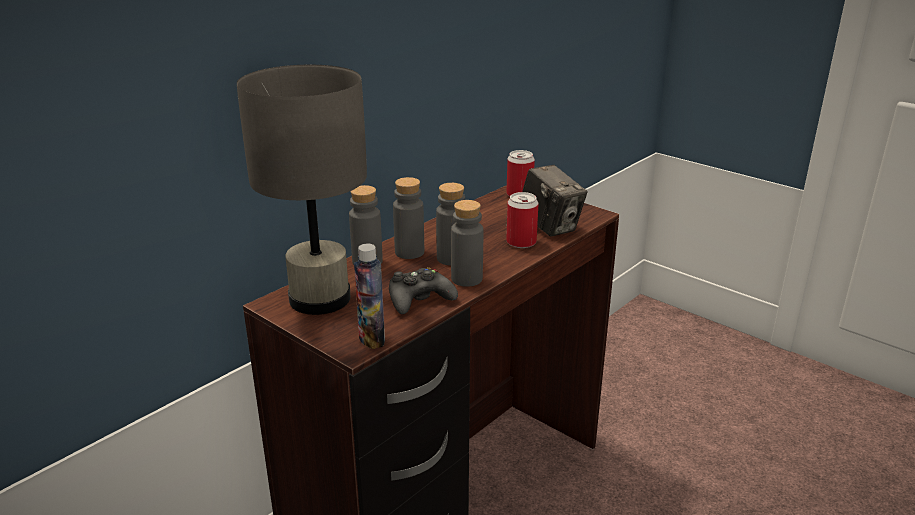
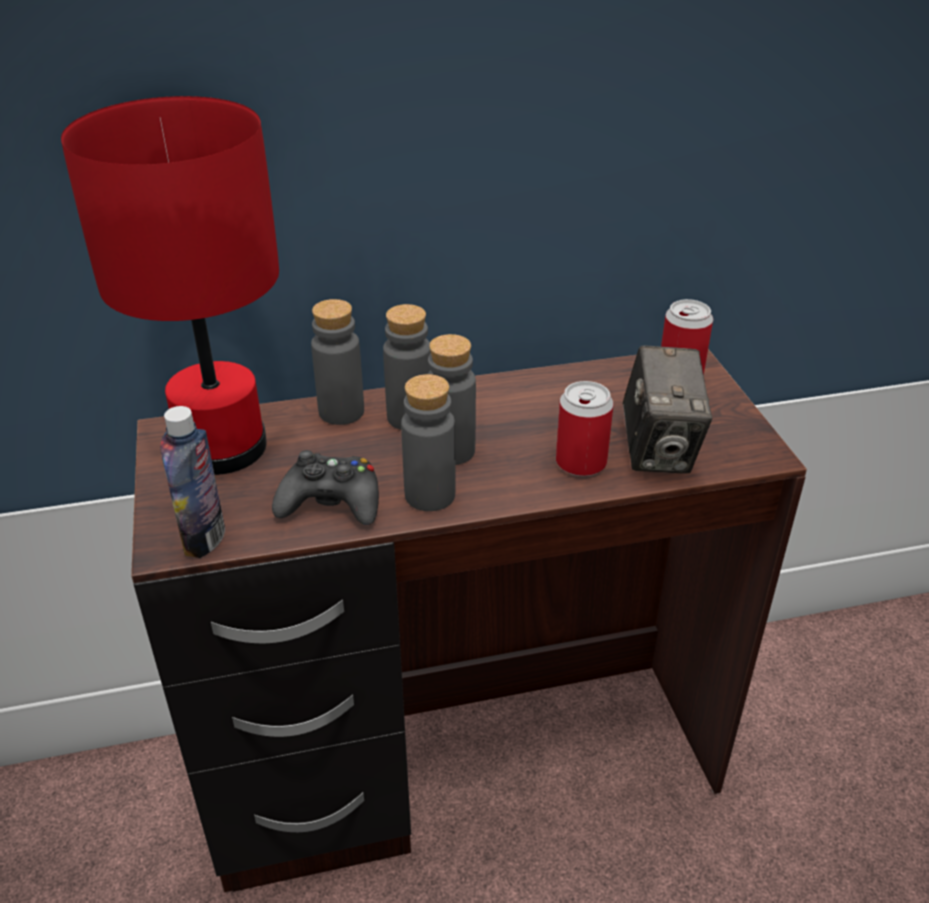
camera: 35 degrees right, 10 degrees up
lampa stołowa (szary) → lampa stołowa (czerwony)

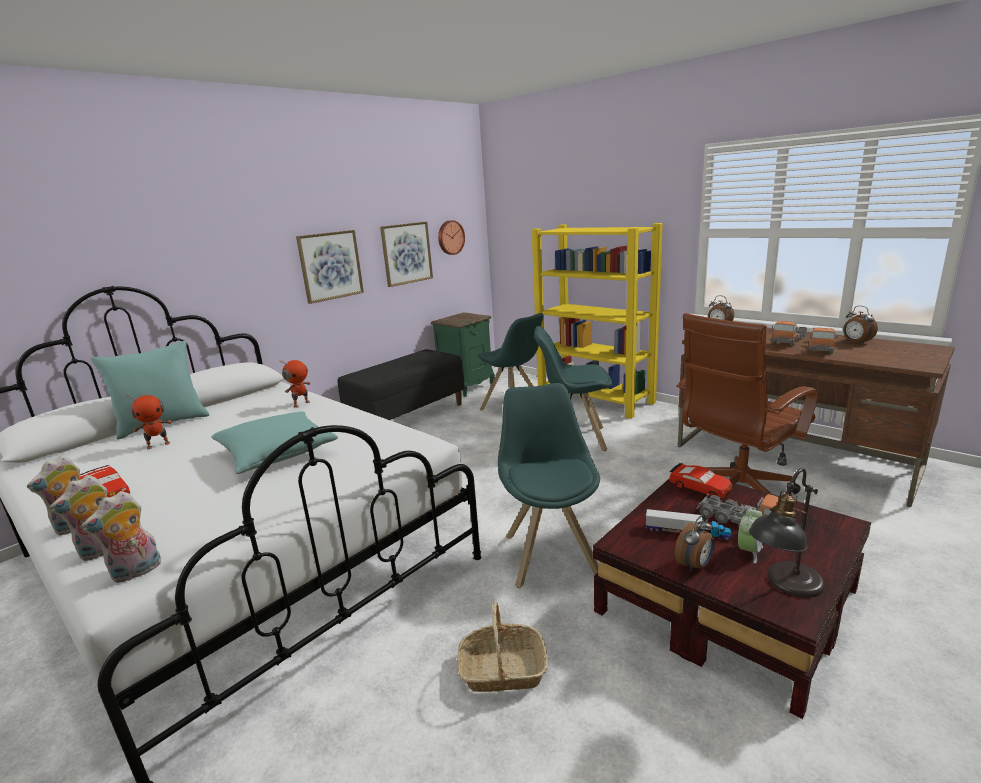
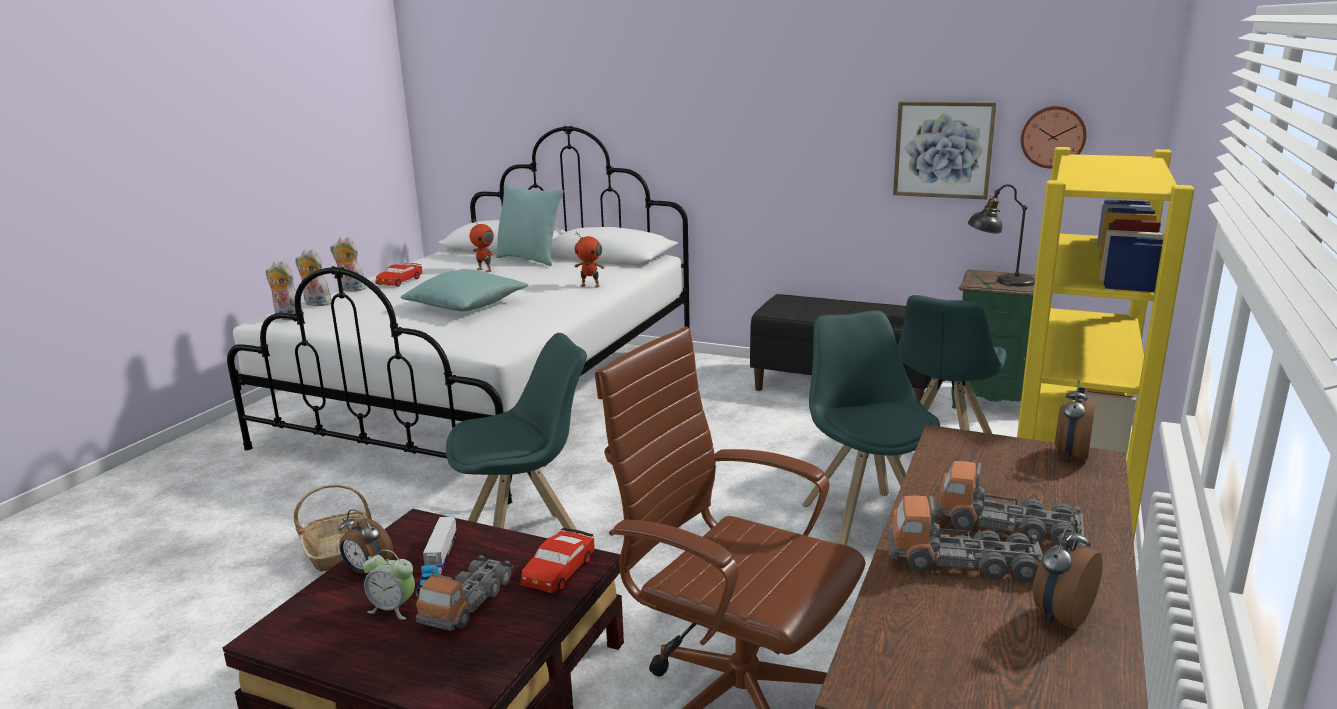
camera: 70 degrees right, 0 degrees up
obraz (1st from left) → -
lampa stołowa (szary), move

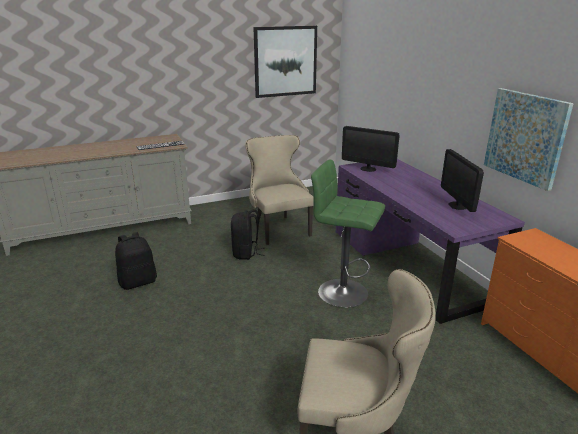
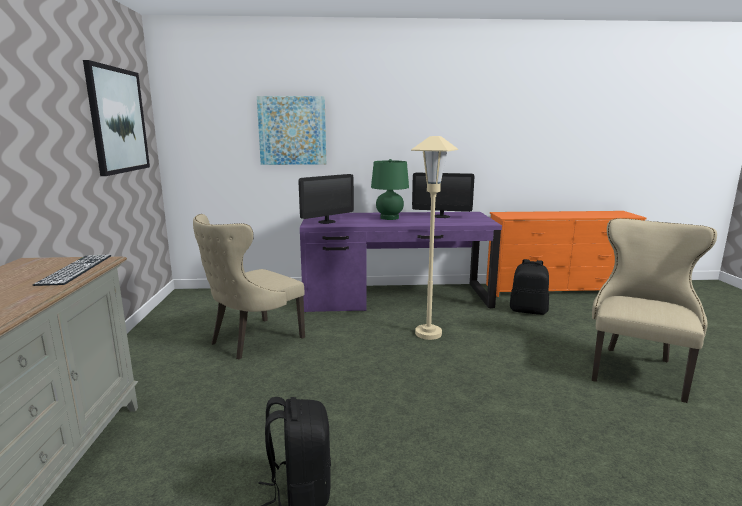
camera: 70 degrees left, 10 degrees down
obraz (2nd from left), move
krzesło (beżowy) (1st from left), 45 degrees counterclockwise
stołek (zielony) → lampa stojąca (beżowy)
plecak (czarny) (2nd from left), move
- → lampa stołowa (zielony)

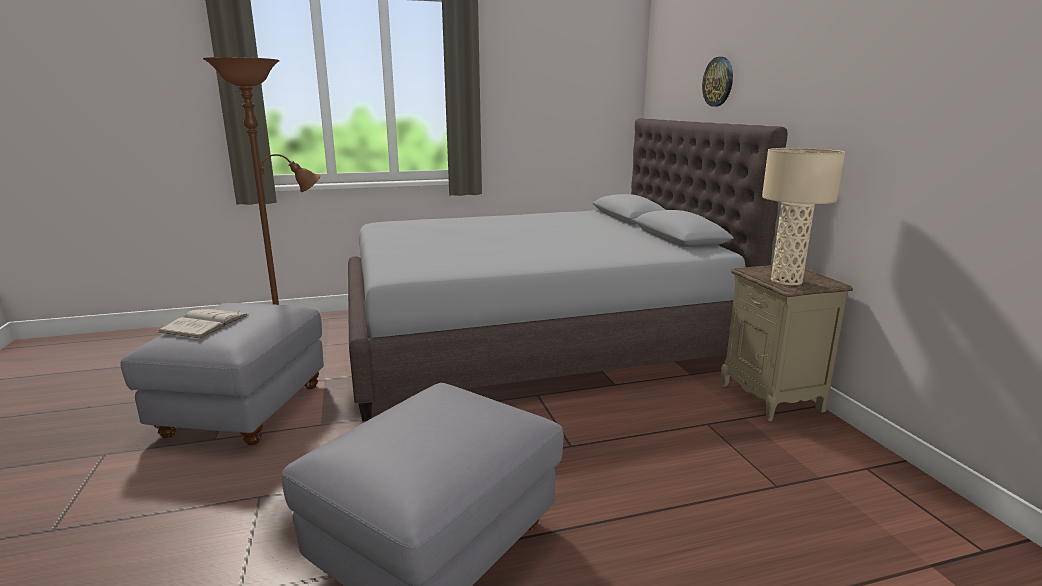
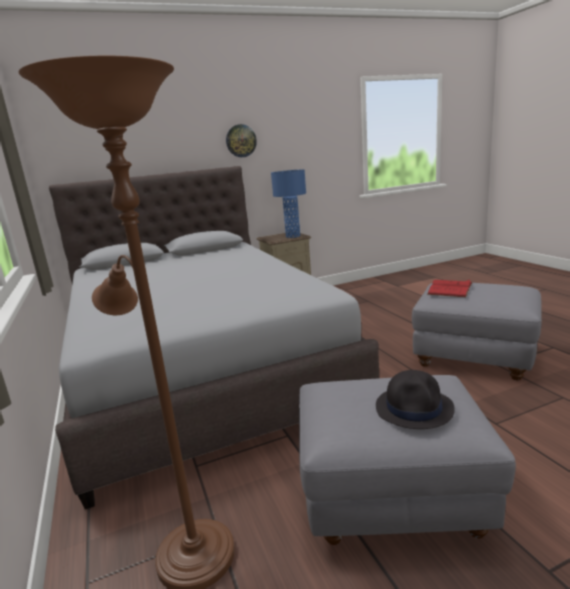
camera: 95 degrees left, 0 degrees up
zegar ścienny, move
lampa stołowa (beżowy) → lampa stołowa (niebieski)
książka (biały) → kapelusz (czarny)
- → książka (czerwony)

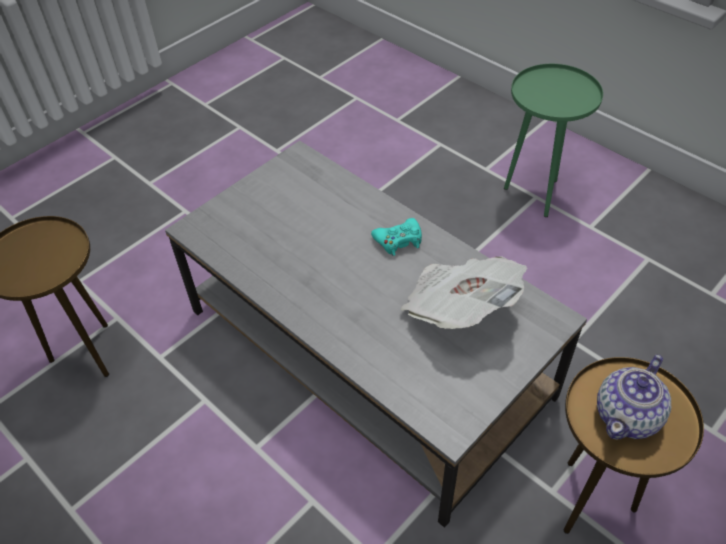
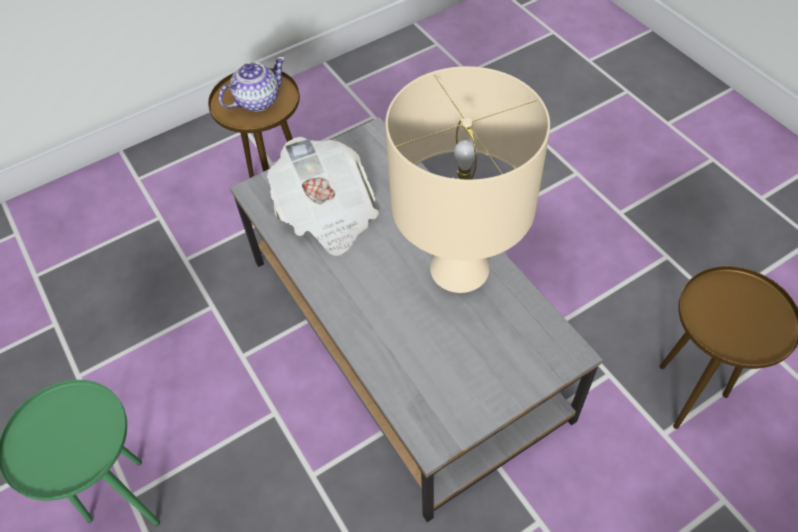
camera: 165 degrees left, 5 degrees up
pad do gier (turkusowy) → -
- → lampa stołowa (beżowy)

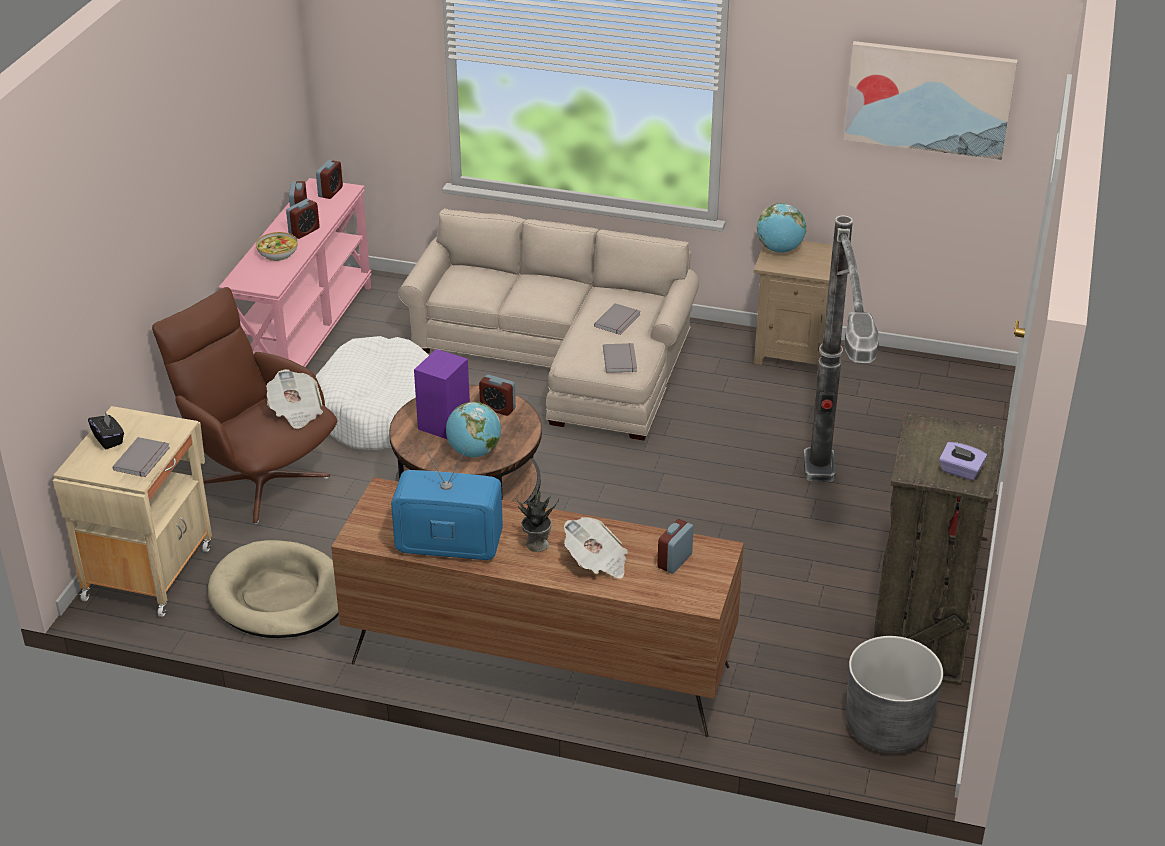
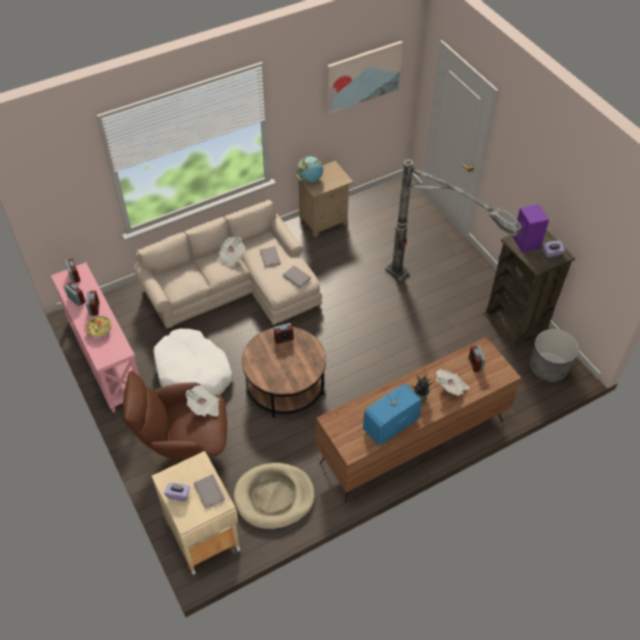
camera: 45 degrees left, 15 degrees up
głośnik (fioletowy), move
globus (1st from left) → -
pudełko chusteczek (czarny) → pudełko chusteczek (fioletowy) (1st from left)
- → gazeta (2nd from left)

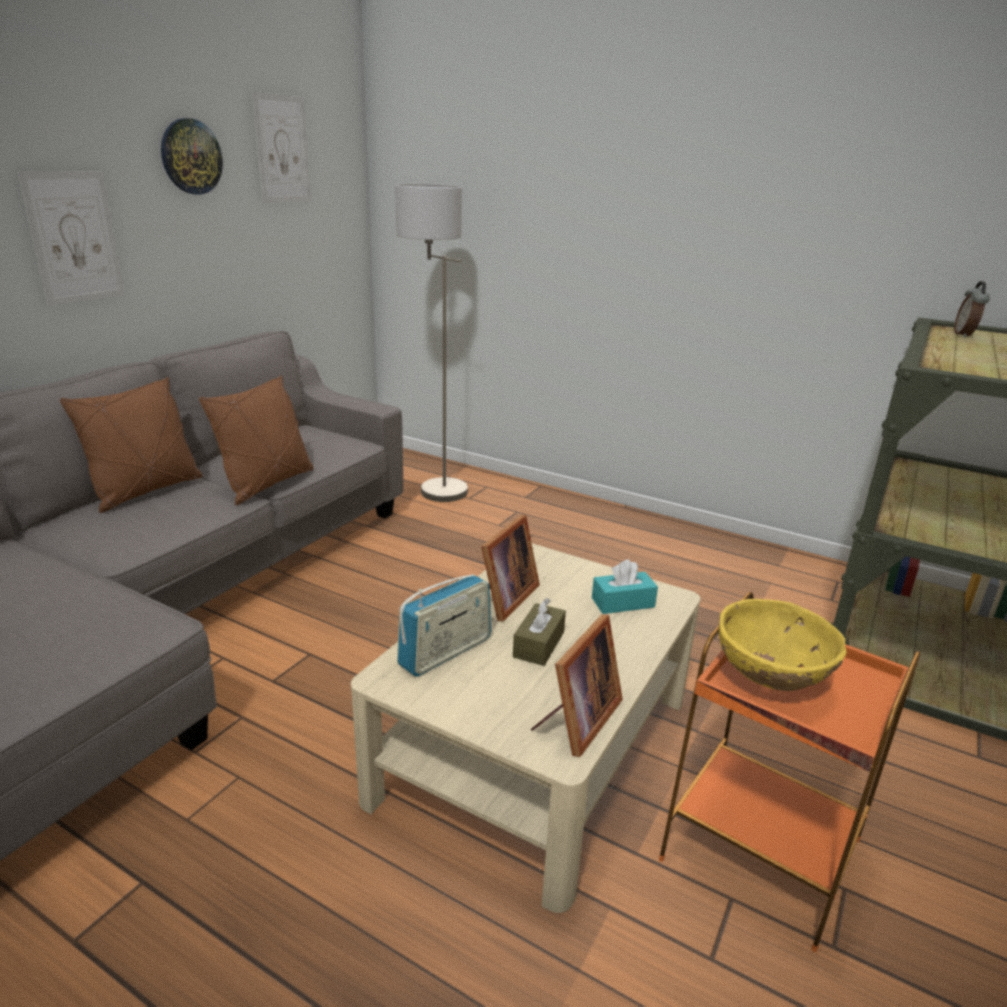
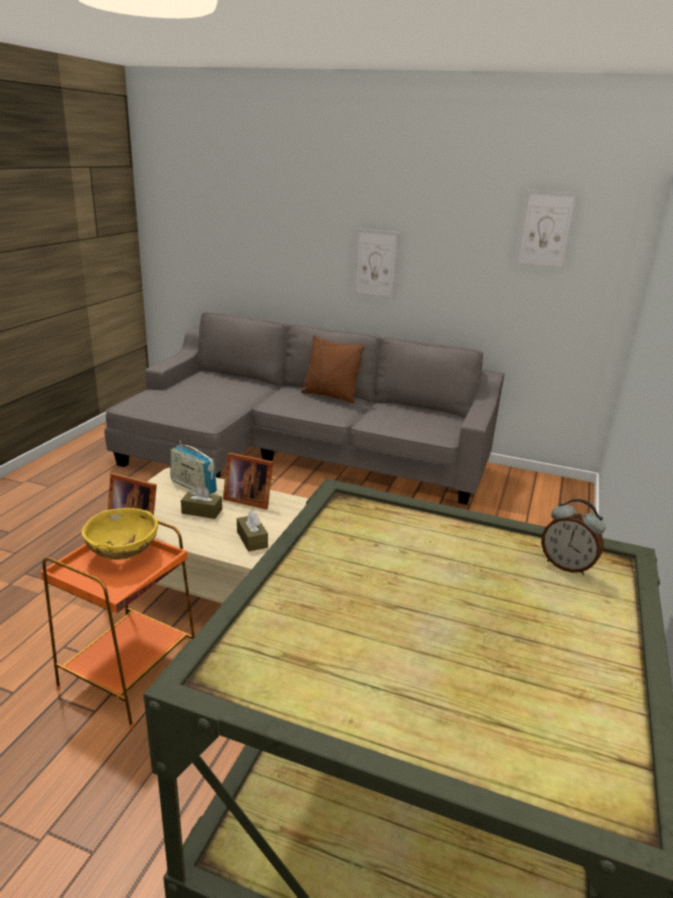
camera: 80 degrees right, 0 degrees up
zegar ścienny → -
lampa stojąca (szary) → -
budzik, 150 degrees counterclockwise
poduszka (brązowy) (2nd from left) → -
pudełko chusteczek (turkusowy) → pudełko chusteczek (brązowy) (2nd from left)

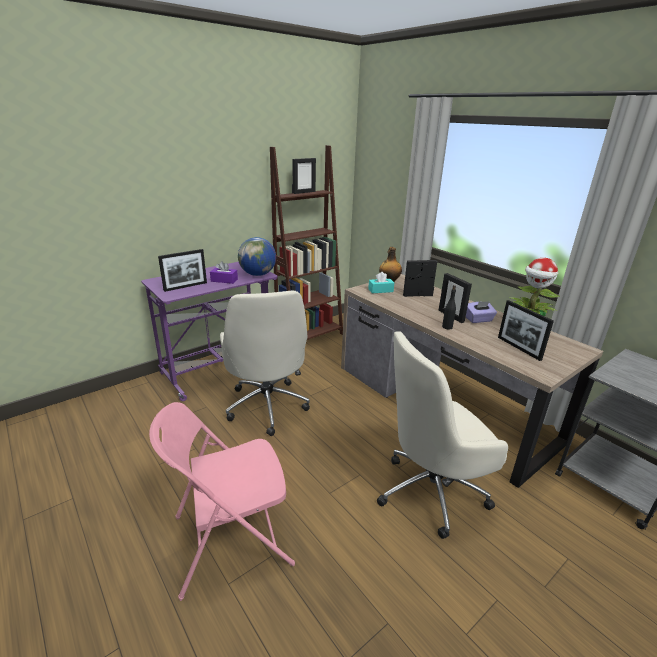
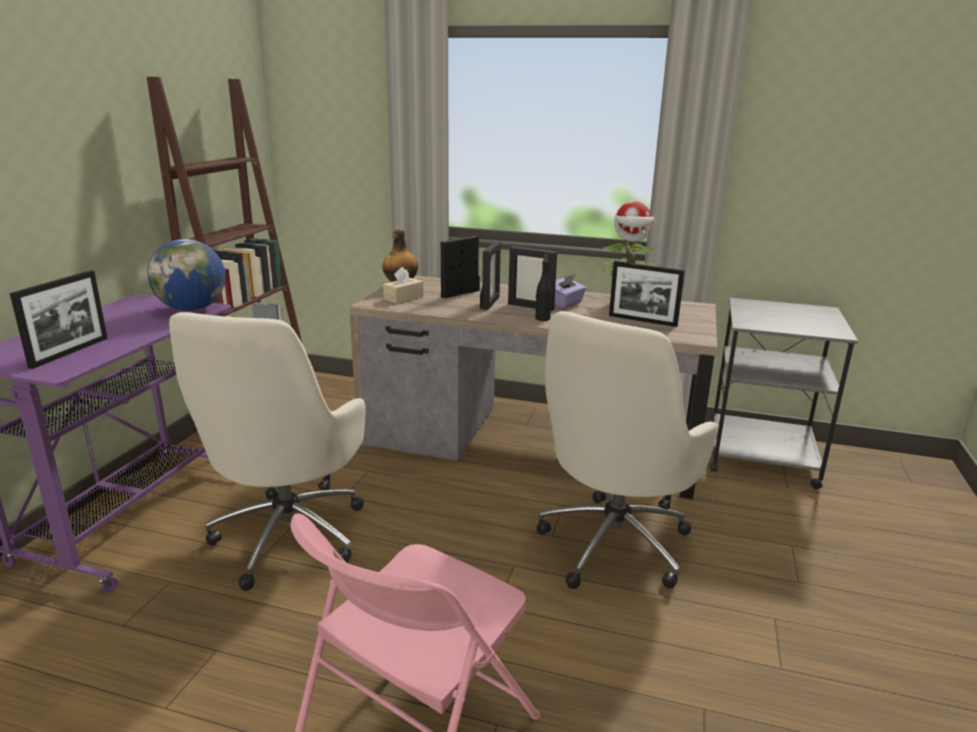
camera: 35 degrees left, 5 degrees down
ramka na zdjęcie (2nd from left in the first image) → ramka na zdjęcie (3rd from left), move
pudełko chusteczek (fioletowy) (1st from left) → -
pudełko chusteczek (turkusowy) → pudełko chusteczek (beżowy)
krzesło biurowe (beżowy) (1st from left), 60 degrees clockwise

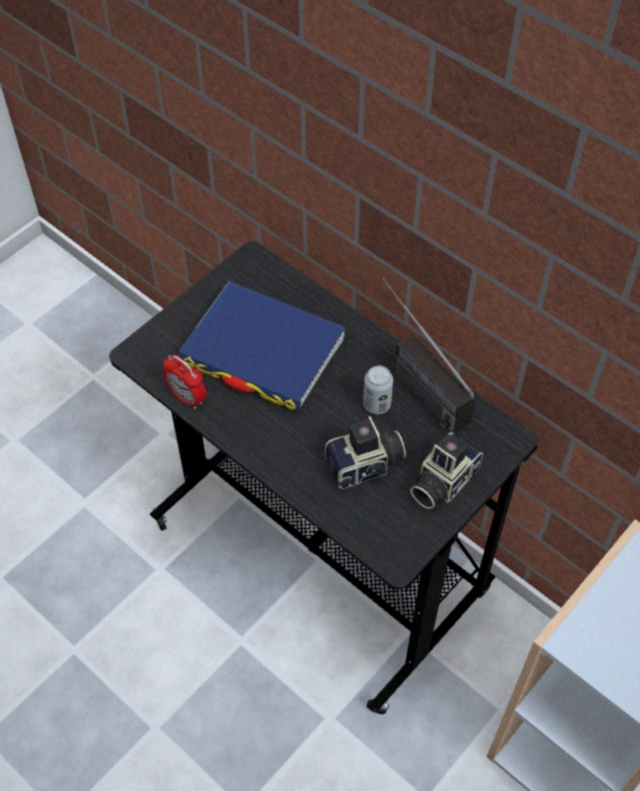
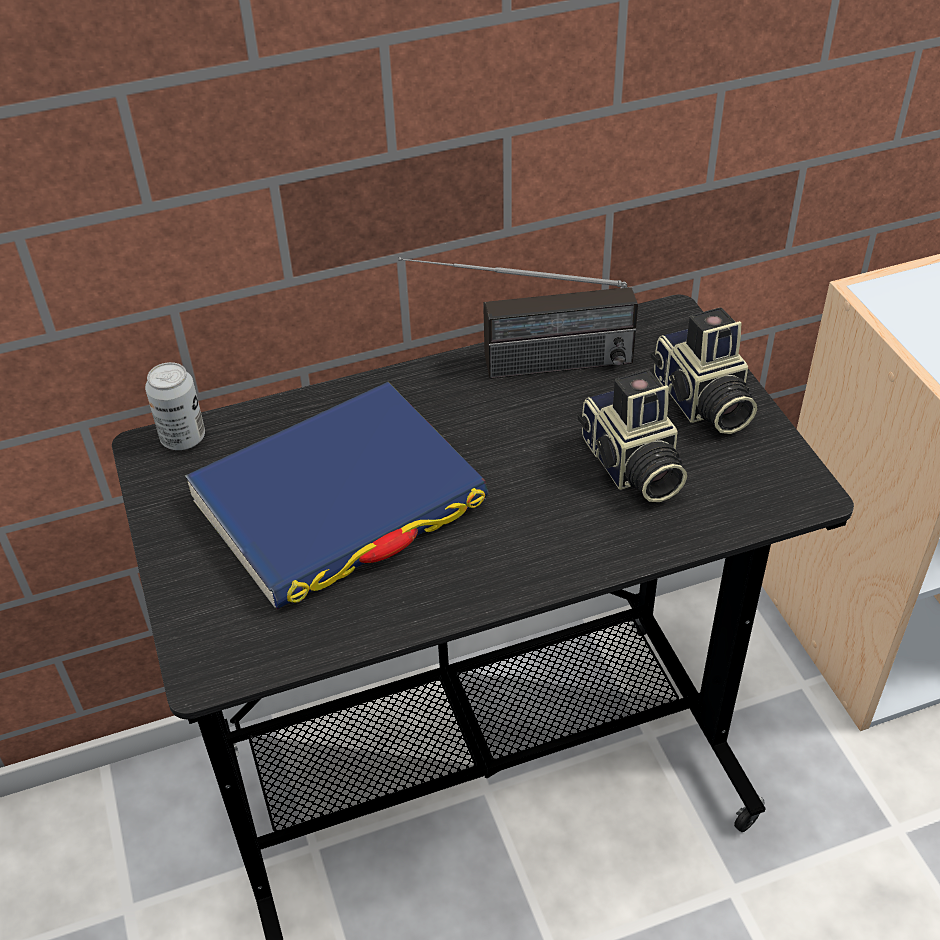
camera: 60 degrees left, 10 degrees down
budzik → -
puszka, move
aparat fotograficzny (1st from left), 150 degrees clockwise

